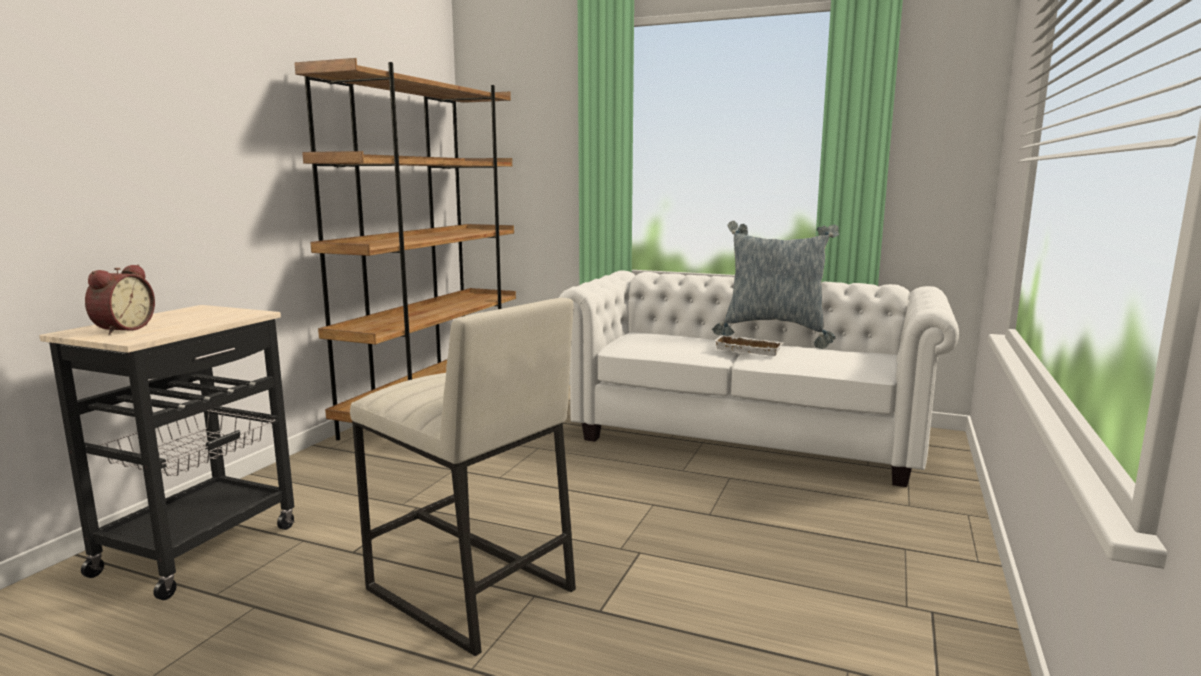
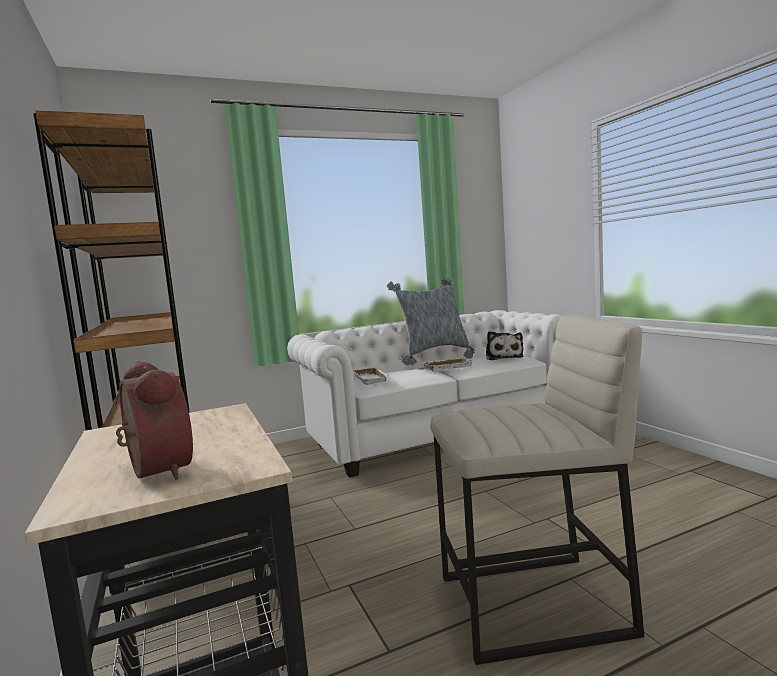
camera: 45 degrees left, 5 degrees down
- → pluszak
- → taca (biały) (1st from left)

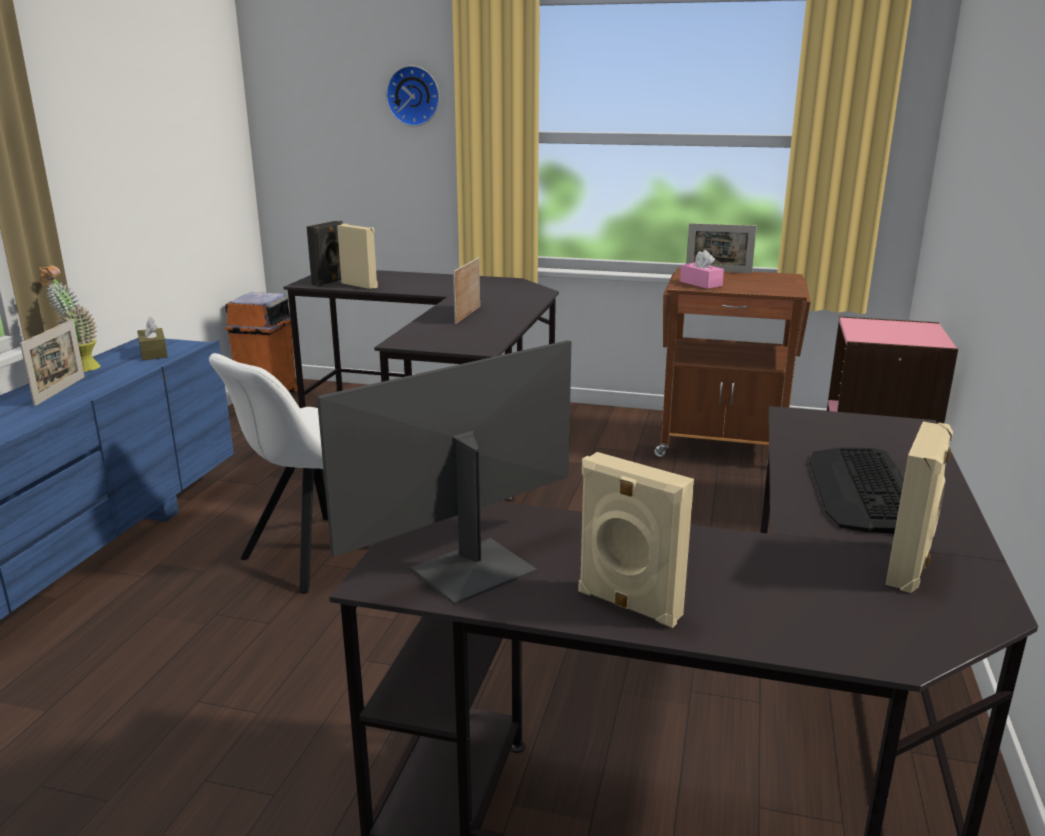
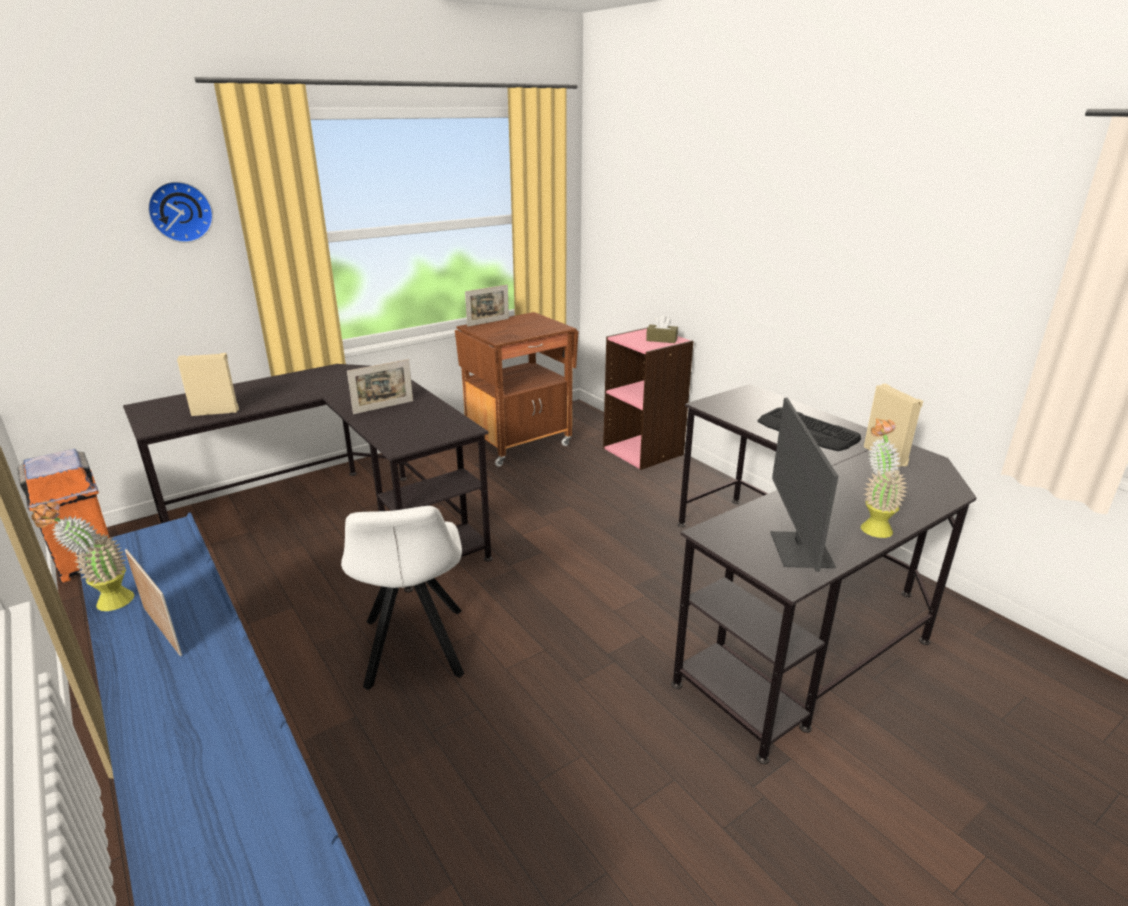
camera: 50 degrees left, 5 degrees up
głośnik (czarny) → -
pudełko chusteczek (różowy) → -
ramka na zdjęcie (2nd from left), 90 degrees counterclockwise
pudełko chusteczek (brązowy), move
głośnik (beżowy) (2nd from left) → roślina doniczkowa (2nd from left)

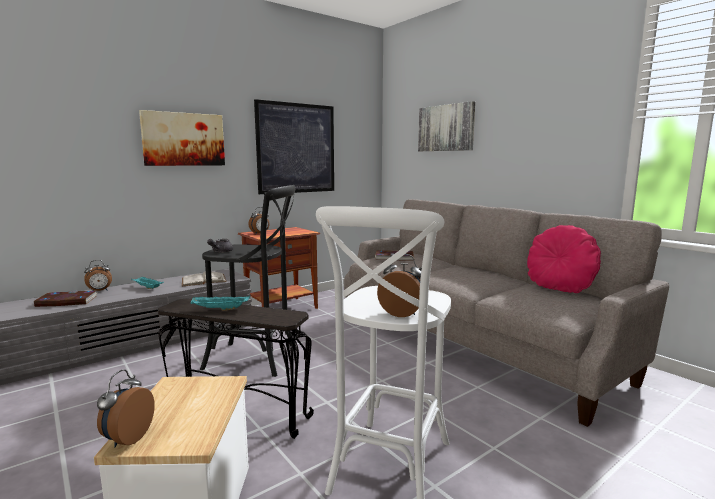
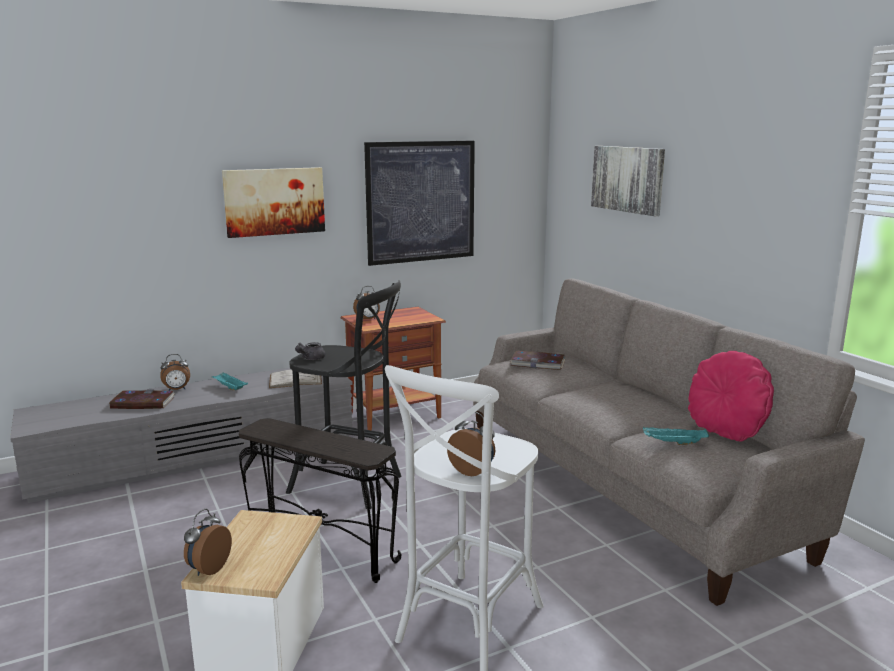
camera: 10 degrees right, 5 degrees up
taca (turkusowy) (2nd from left), move

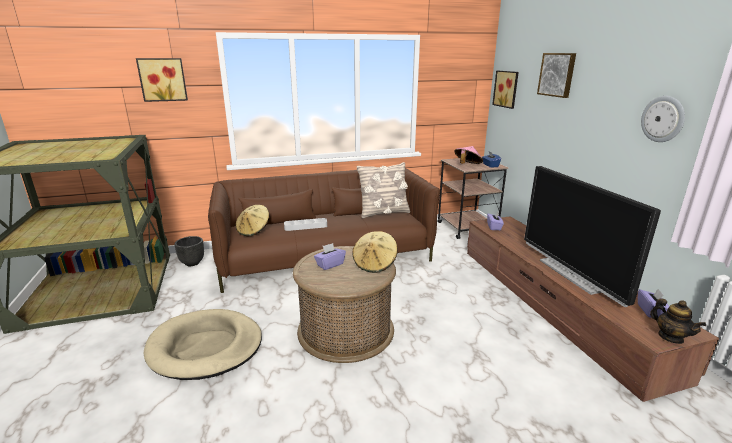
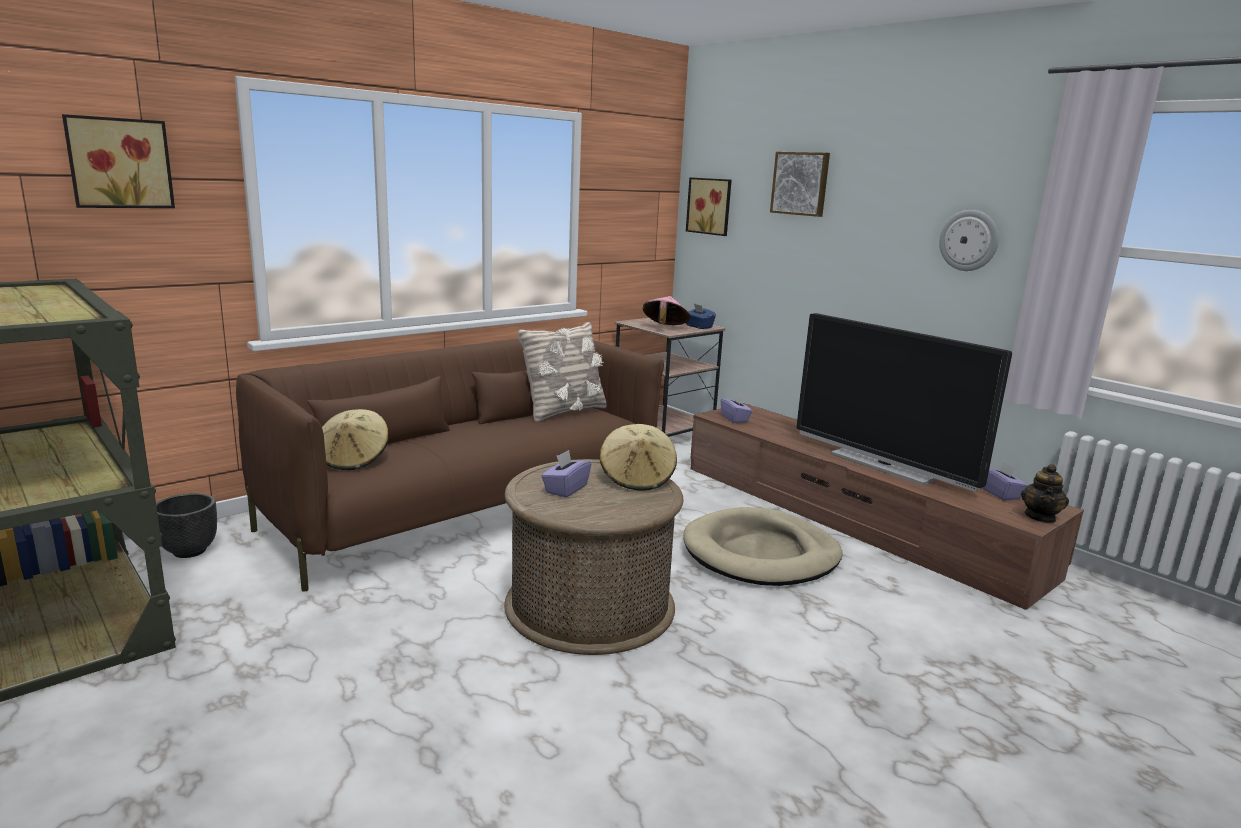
camera: 25 degrees left, 5 degrees down
taca (szary) → -
imbryk, 75 degrees clockwise
legowisko (beżowy), move

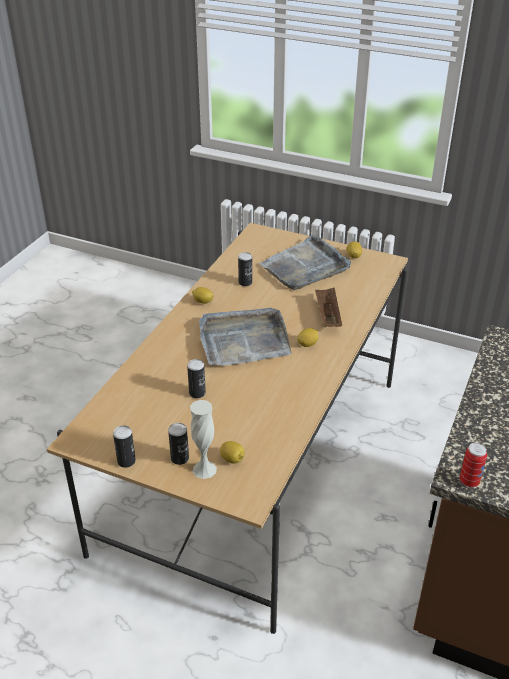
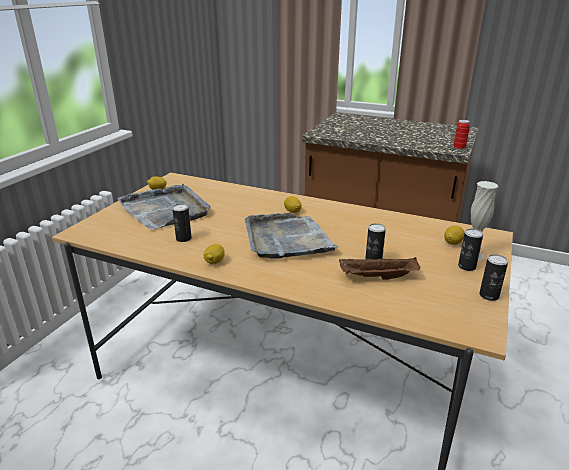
camera: 90 degrees left, 10 degrees down
taca (brązowy), move

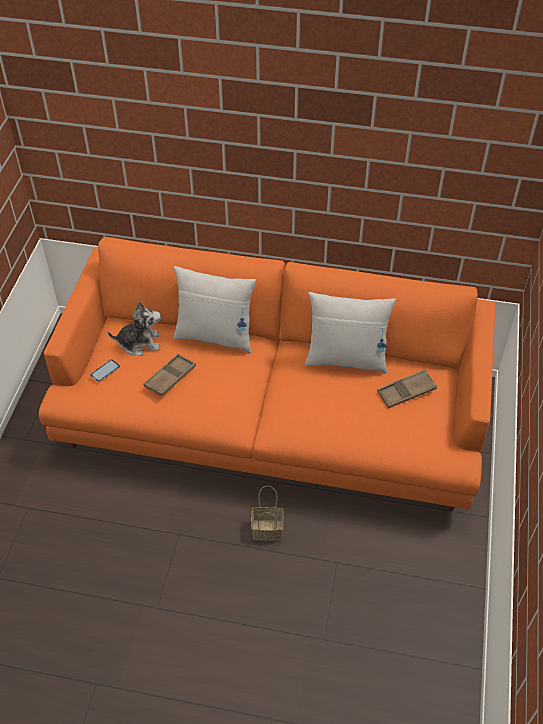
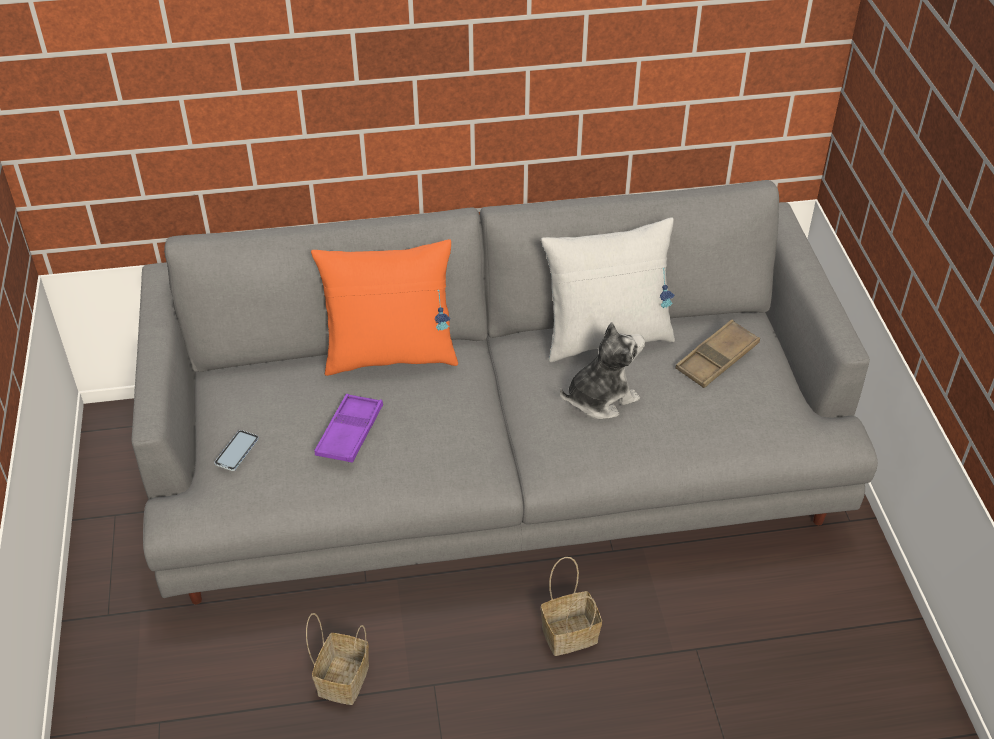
camera: 20 degrees left, 5 degrees down
kanapa (pomarańczowy) → kanapa (szary)
poduszka (szary) (1st from left) → poduszka (pomarańczowy)
pluszak, move
taca (brązowy) (1st from left) → taca (fioletowy)
- → koszyk (1st from left)

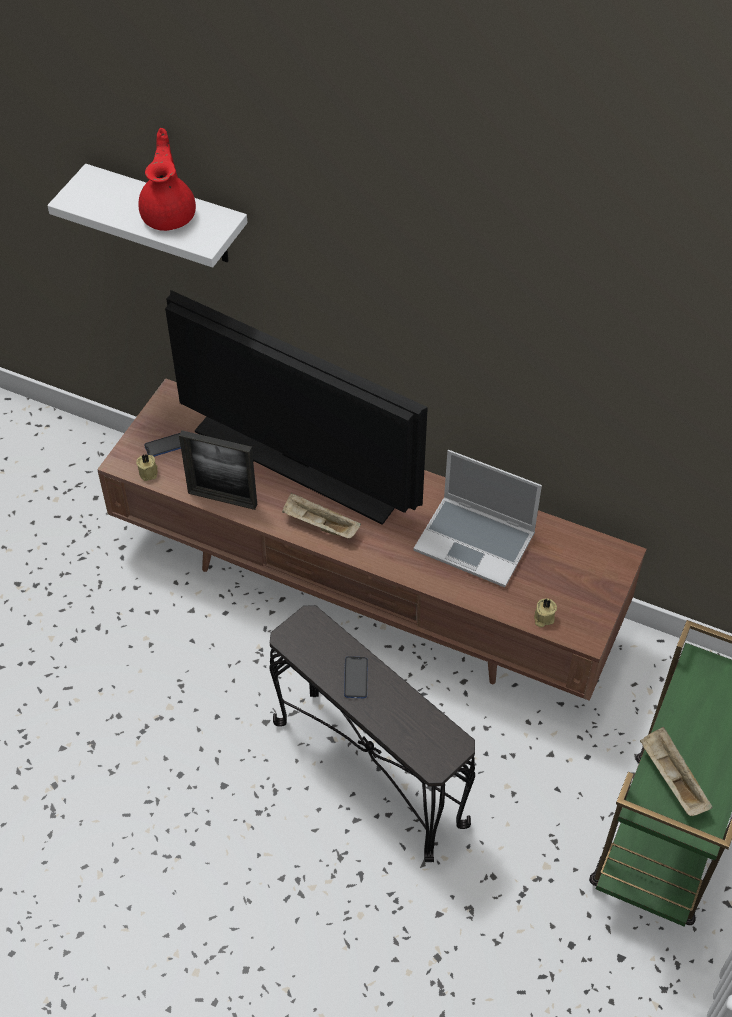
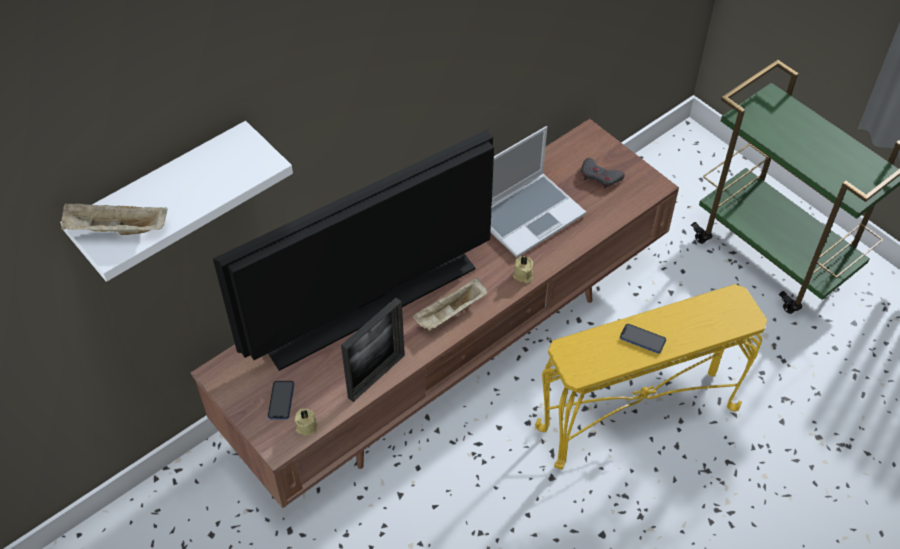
camera: 65 degrees left, 0 degrees up
imbryk (czerwony) → -
świeca (beżowy) (2nd from left), move
stolik (czarny) → stolik (żółty)
taca (beżowy) (2nd from left in the first image) → taca (beżowy) (1st from left), move
- → pad do gier (szary)

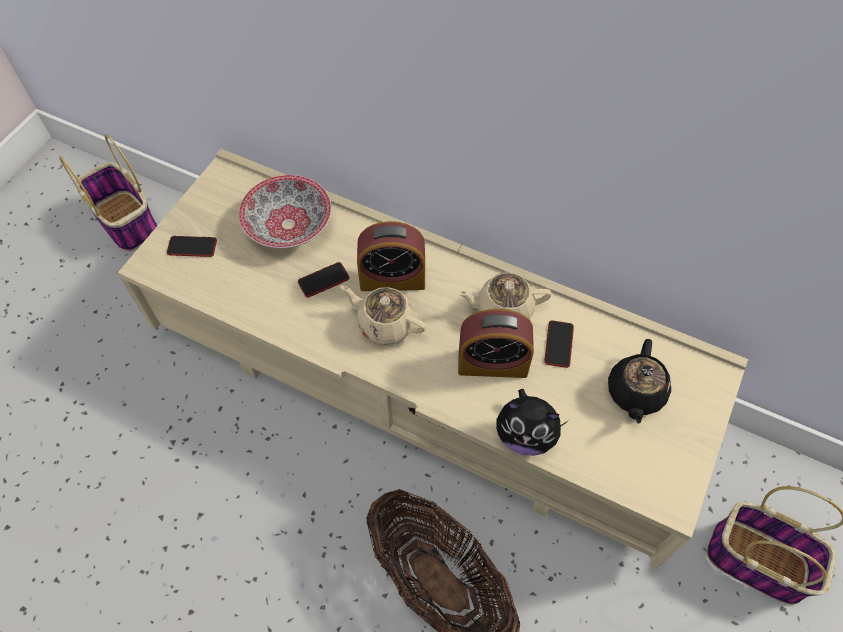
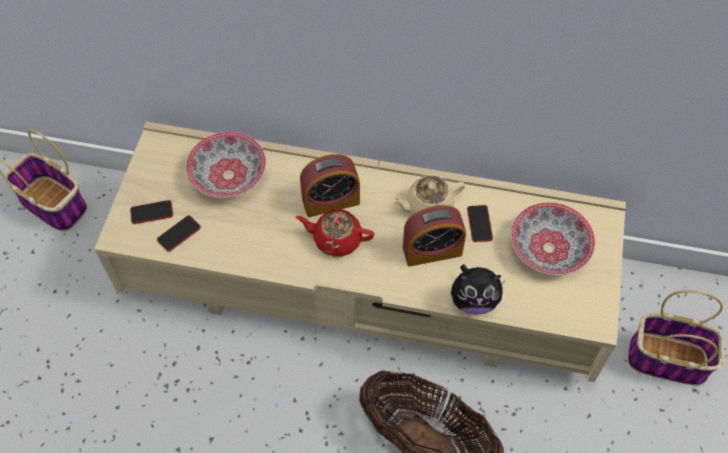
camera: 15 degrees left, 0 degrees up
telefon (2nd from left), move
imbryk (beżowy) (1st from left) → imbryk (czerwony)
imbryk (czarny) → miska (2nd from left)

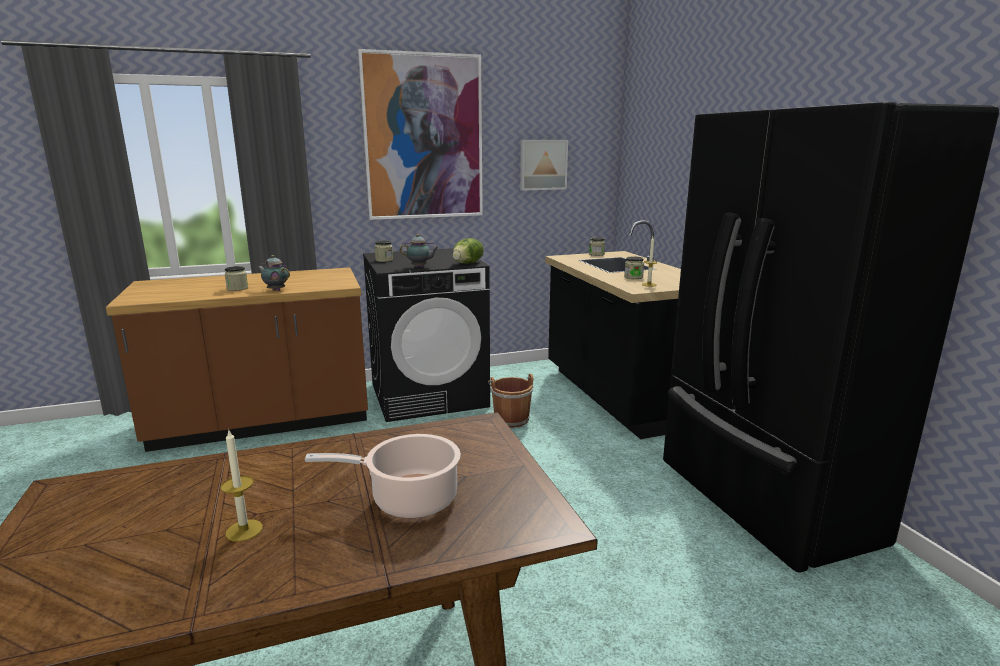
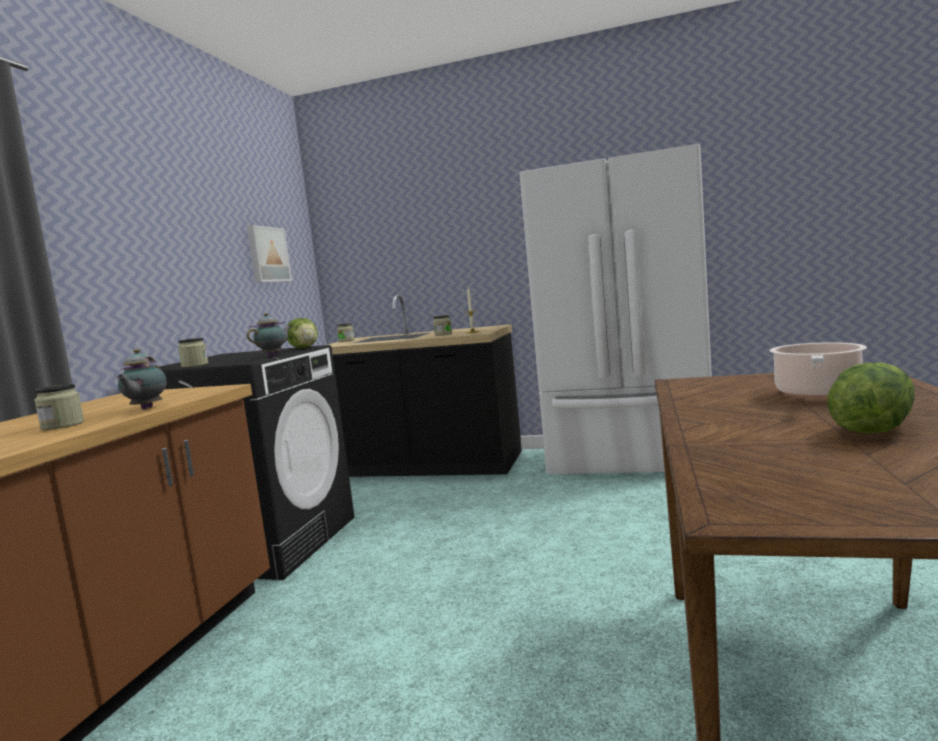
camera: 55 degrees left, 10 degrees down
obraz (1st from left) → -
lodówka (czarny) → lodówka (biały)
imbryk (1st from left), 60 degrees counterclockwise
wiadro (brązowy) → -
świeca (1st from left) → sałata (2nd from left)

